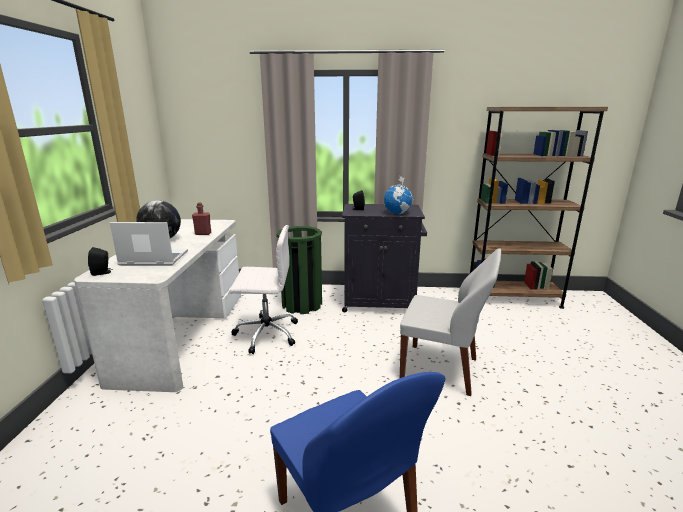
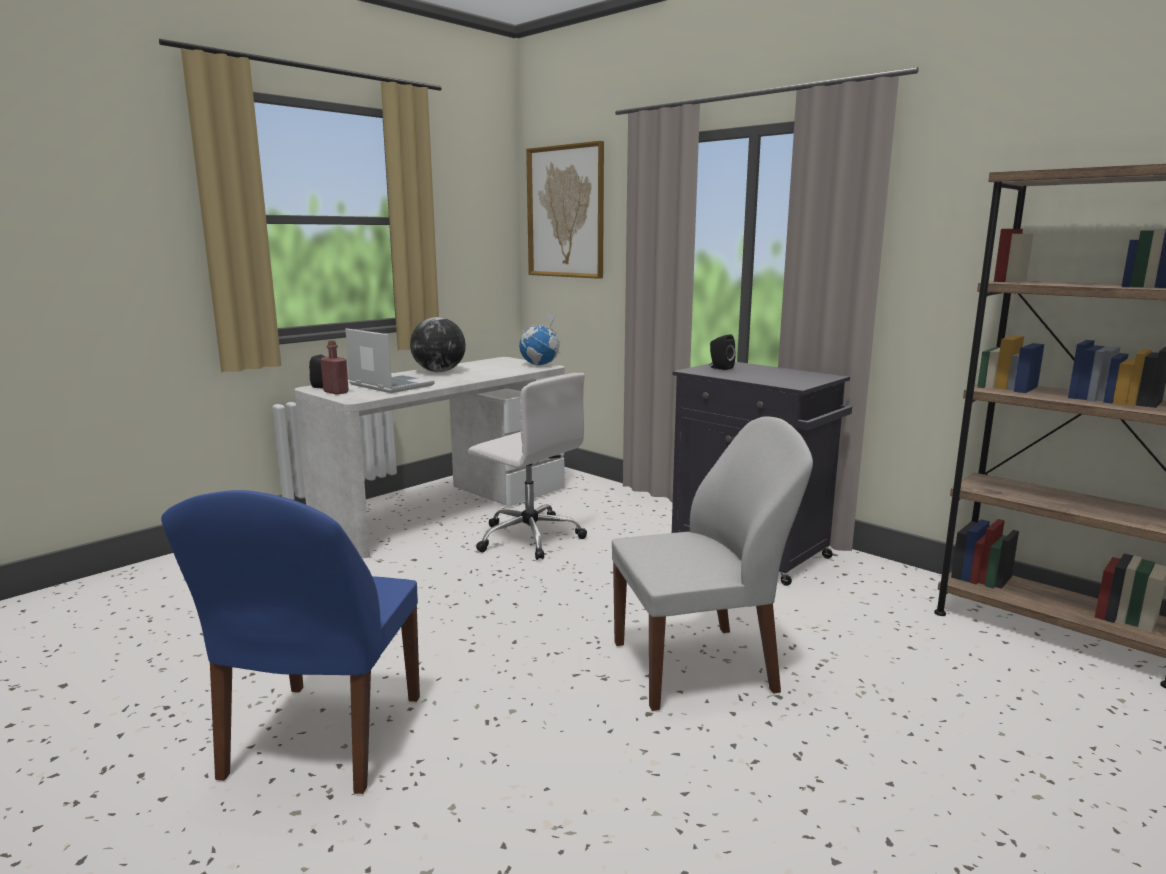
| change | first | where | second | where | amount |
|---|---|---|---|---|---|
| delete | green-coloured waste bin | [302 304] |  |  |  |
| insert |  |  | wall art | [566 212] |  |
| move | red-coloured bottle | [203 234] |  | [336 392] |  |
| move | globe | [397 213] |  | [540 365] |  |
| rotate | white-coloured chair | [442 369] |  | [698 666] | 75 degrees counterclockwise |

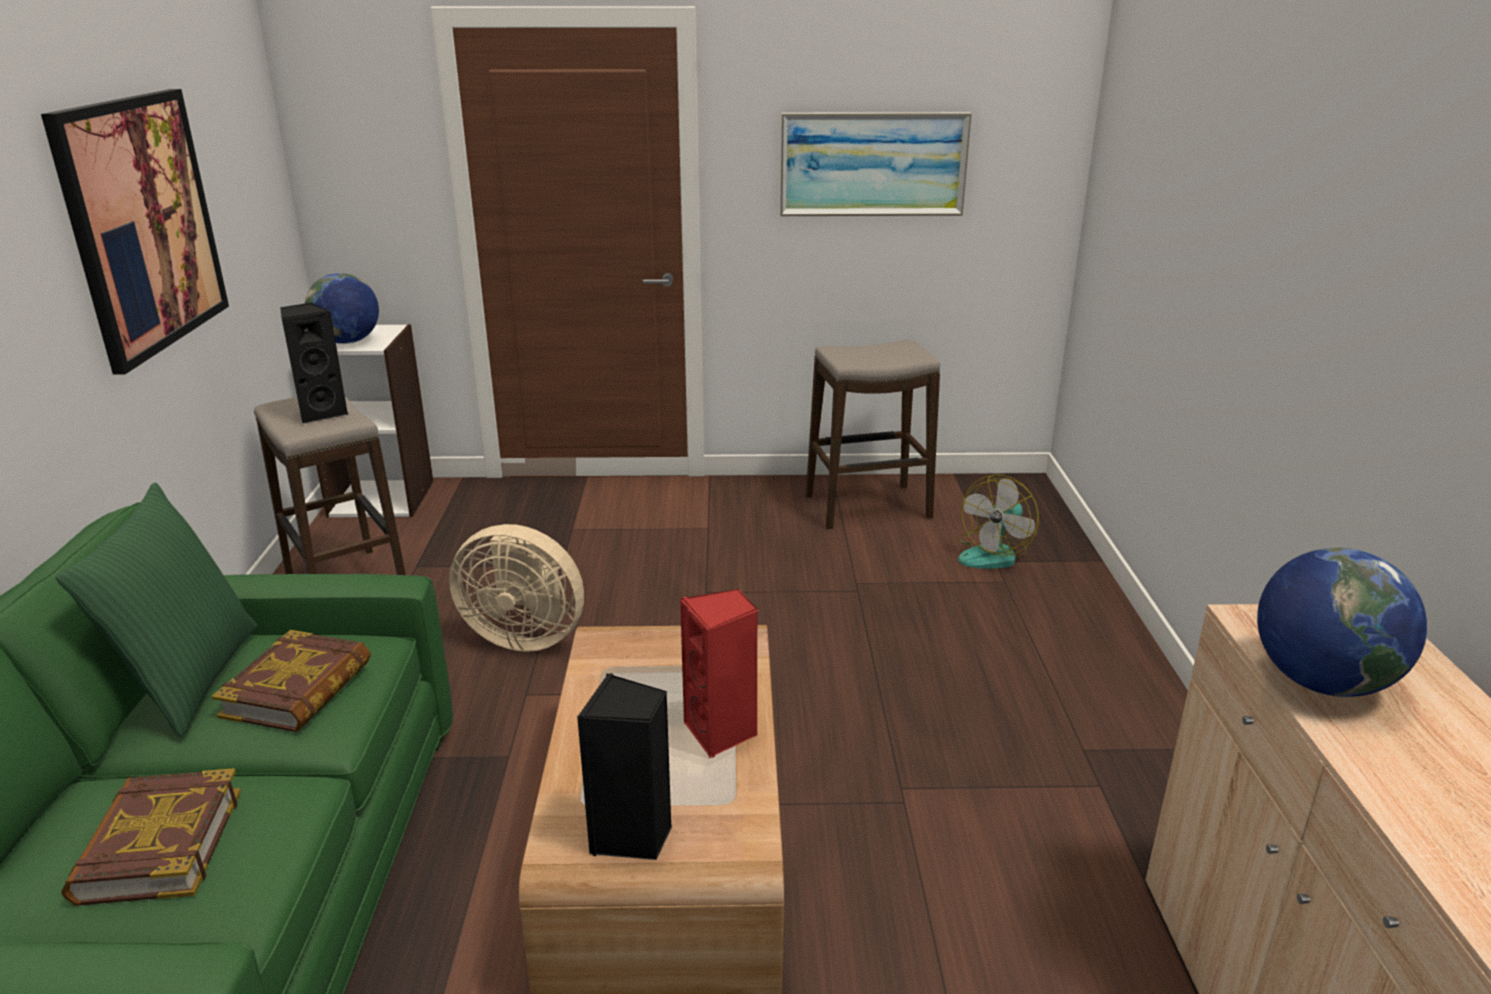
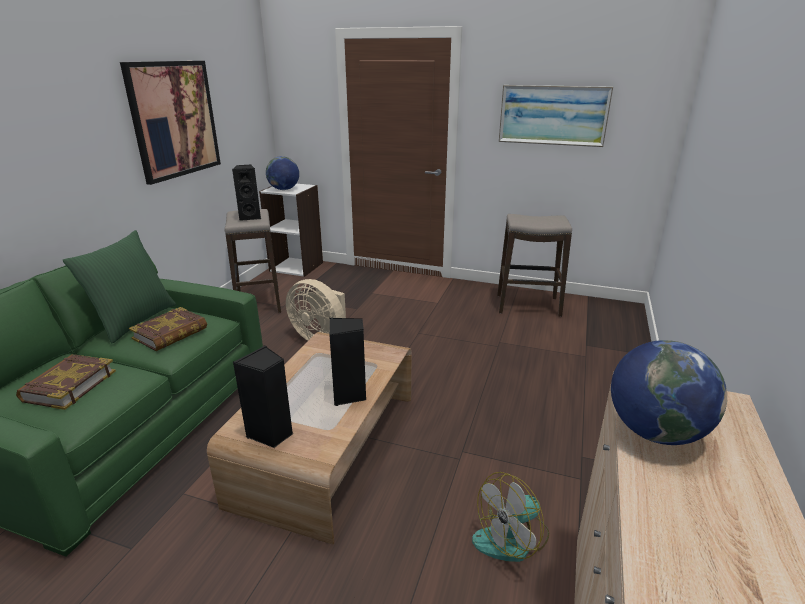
| change | first | where | second | where | amount |
|---|---|---|---|---|---|
| move | fan | [994 554] |  | [512 538] |  |
| recolor | red-coloured speaker | [722 733] | blackish speaker | [349 395] |  |

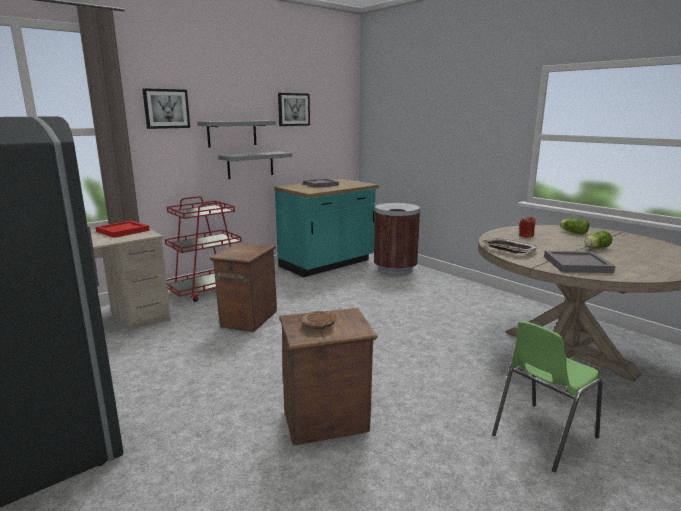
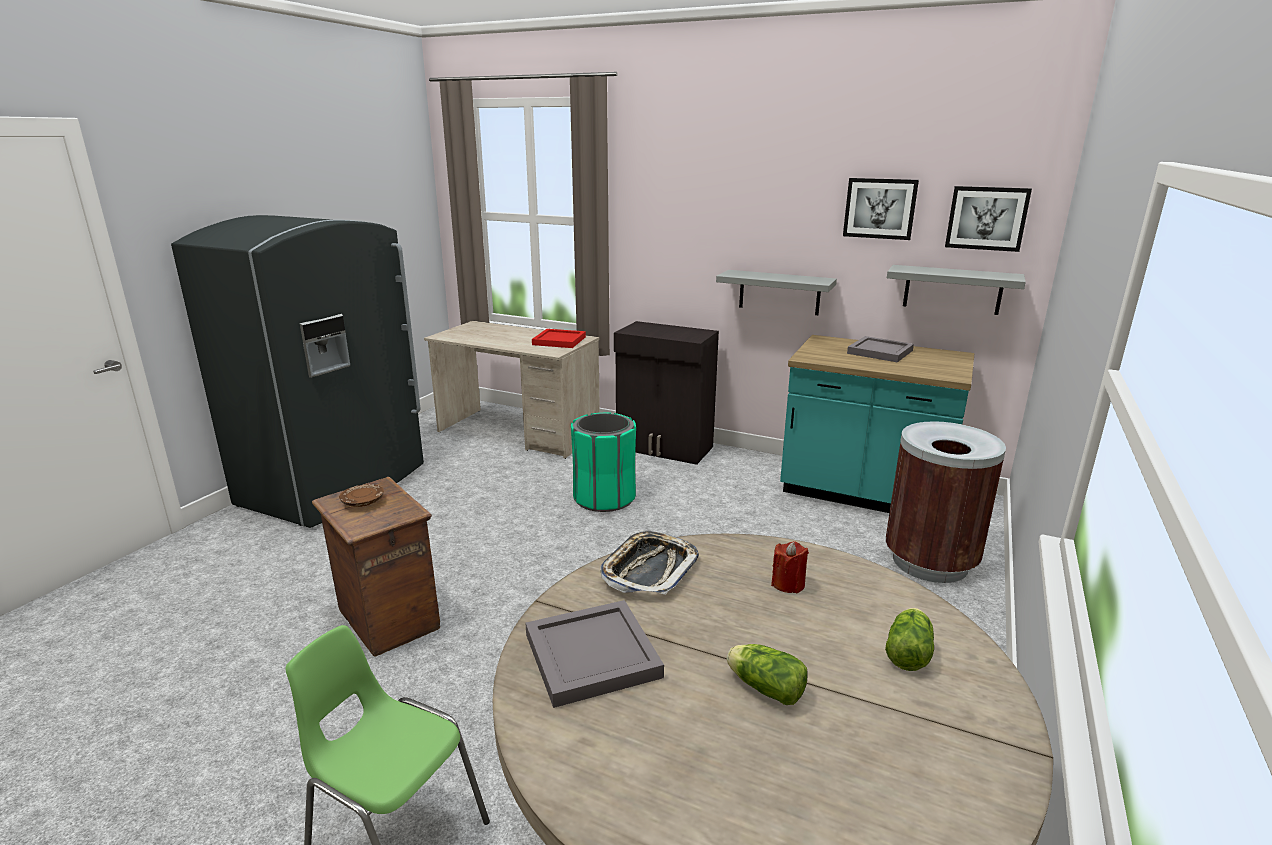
| change | first | where | second | where | amount |
|---|---|---|---|---|---|
| move | wall art | [166 108] |  | [986 218] |  |
| move | grey shelf | [232 133] |  | [952 289] |  |
| replace | red-coloured wheeled cart | [208 290] | blackish cabinet | [664 448] |  |
| replace | packing crate | [248 319] | green-coloured waste bin | [604 498] |  |

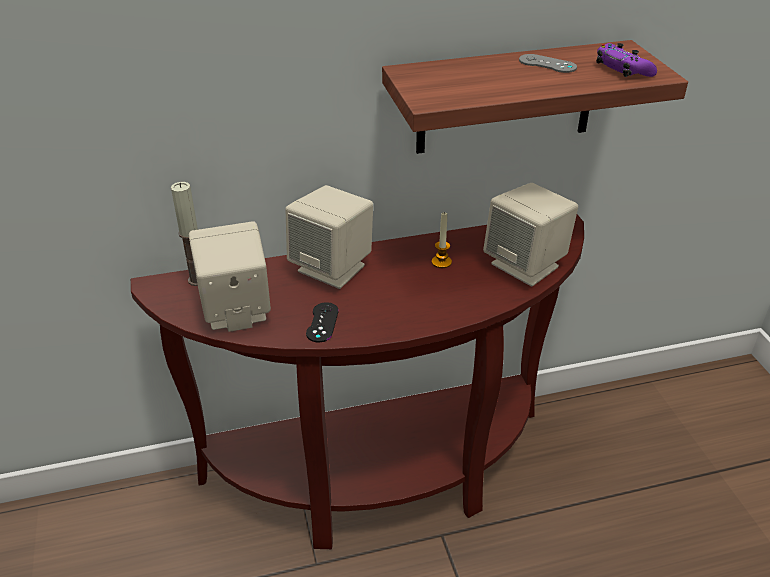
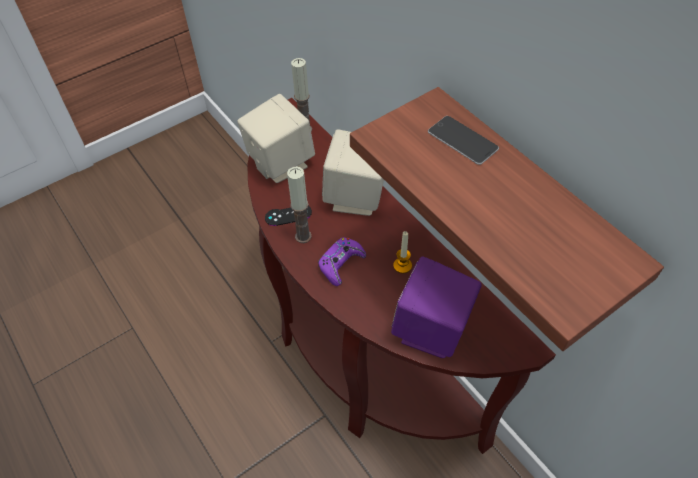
| change | first | where | second | where | amount |
|---|---|---|---|---|---|
| delete | grey joypad | [547 64] |  |  |  |
| insert |  |  | wax candle | [303 236] |  |
| insert |  |  | handset | [462 140] |  |
| move | purple joypad | [623 69] |  | [341 264] |  |
| recolor | beige speaker | [526 265] | purple speaker | [432 331] |  |

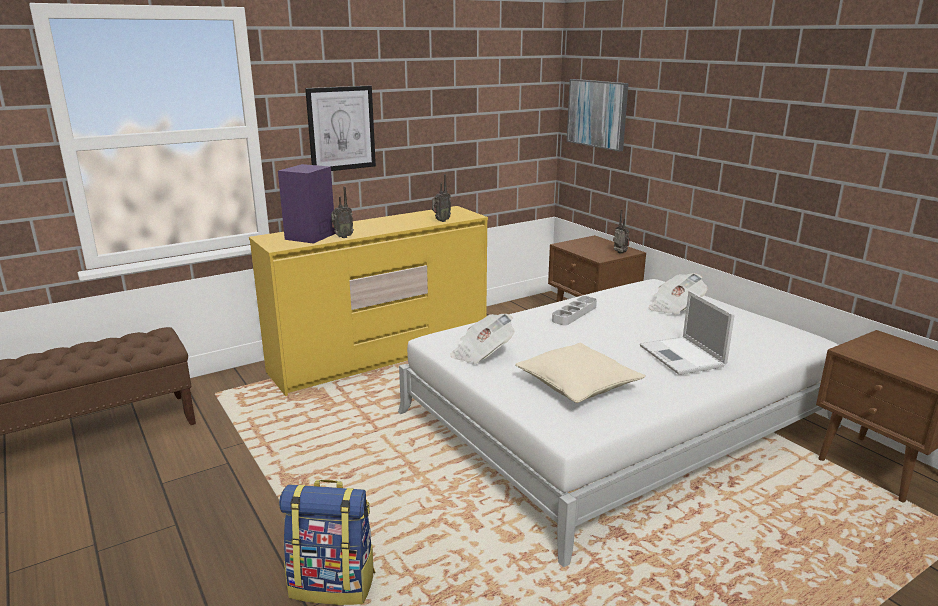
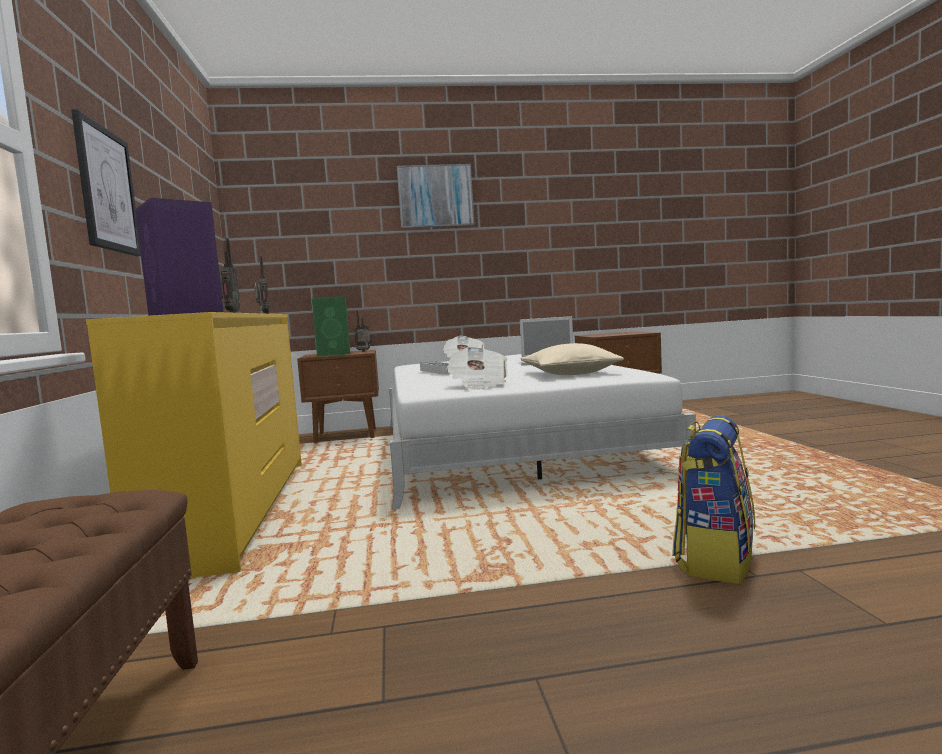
| change | first | where | second | where | amount |
|---|---|---|---|---|---|
| insert |  |  | green-coloured speaker | [334 354] |  |
| move | wall art | [597 114] |  | [435 196] |  |

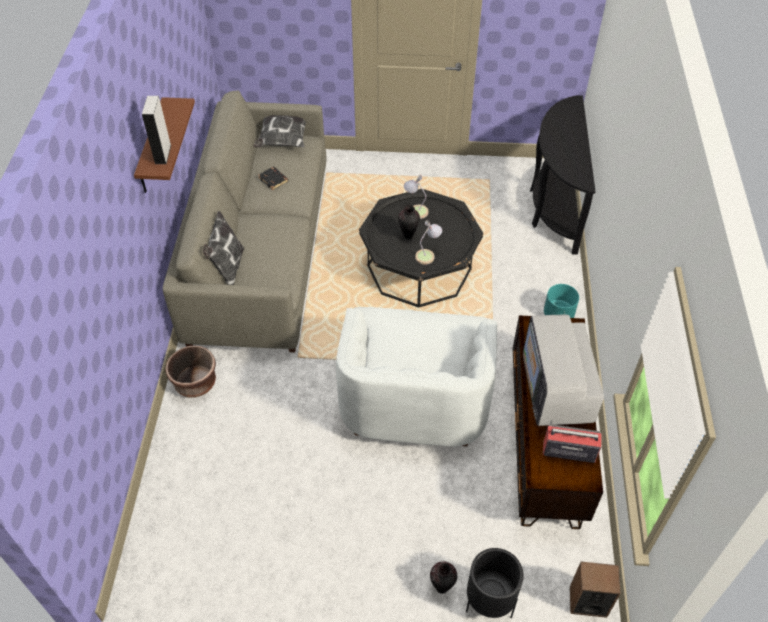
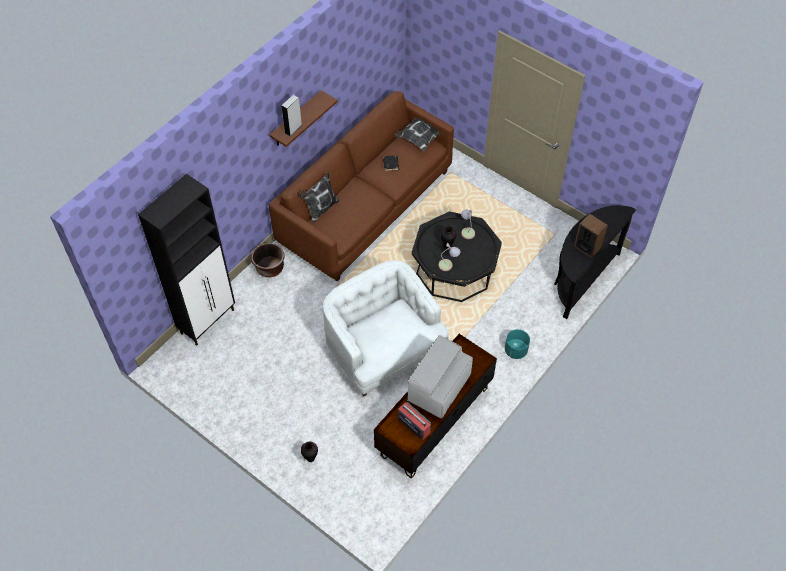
| change | first | where | second | where | amount |
|---|---|---|---|---|---|
| delete | blackish planter | [489 602] |  |  |  |
| insert |  |  | blackish cabinet | [208 321] |  |
| move | speaker | [588 601] |  | [587 247] |  |
| recolor | grey couch | [261 254] | brownish couch | [366 207] |  |
| rotate | white-coloured armchair | [415 397] |  | [383 349] | 105 degrees clockwise |

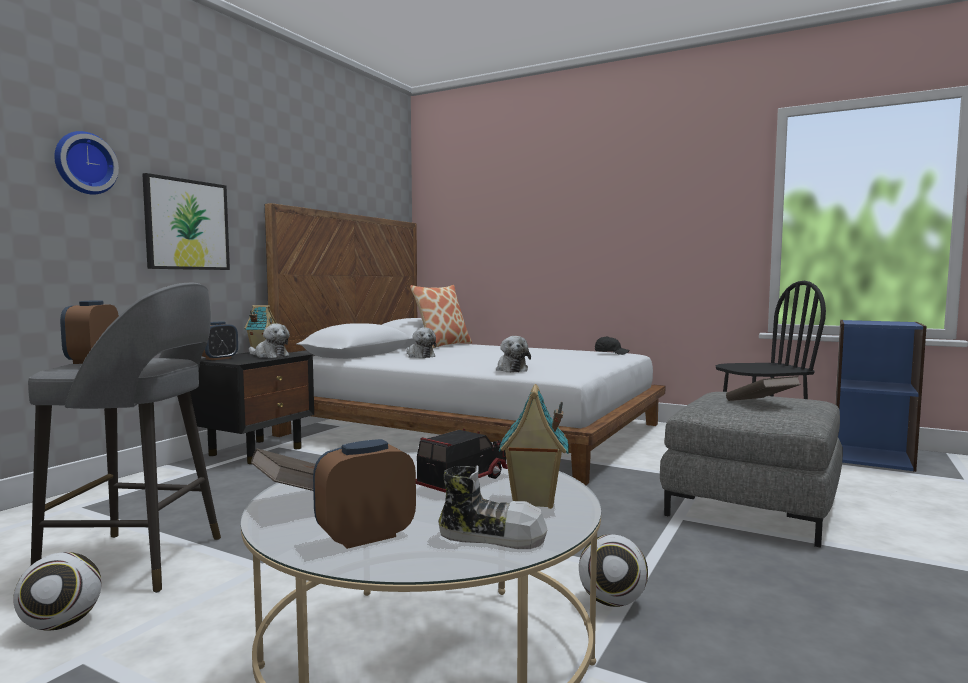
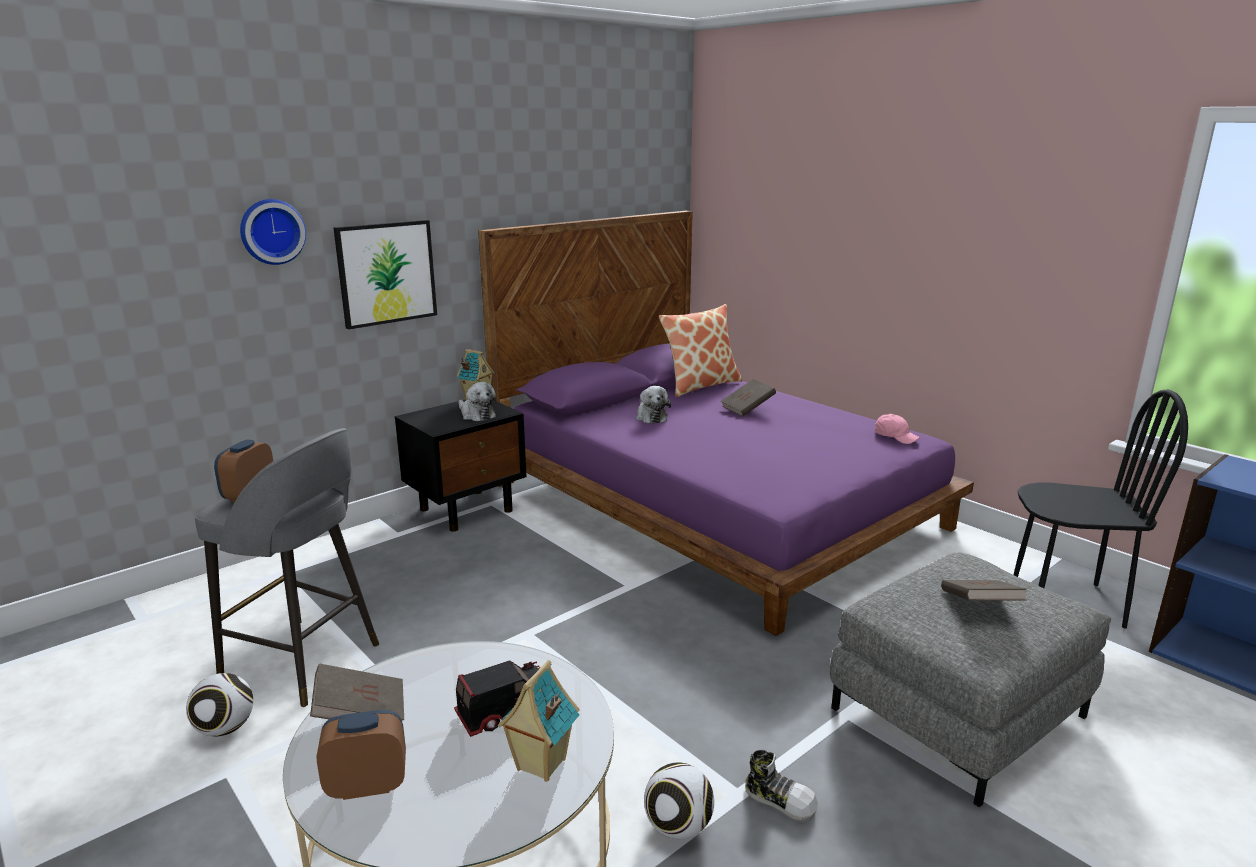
| change | first | where | second | where | amount |
|---|---|---|---|---|---|
| delete | bedside clock | [218 358] |  |  |  |
| delete | plush toy | [511 369] |  |  |  |
| insert |  |  | brownish book | [747 408] |  |
| move | shoe | [492 536] |  | [780 800] |  |
| recolor | white-coloured bedroom bed | [476 429] | purple bedroom bed | [716 504] |  |
| recolor | blackish cap | [611 353] | pinkish cap | [895 437] |  |

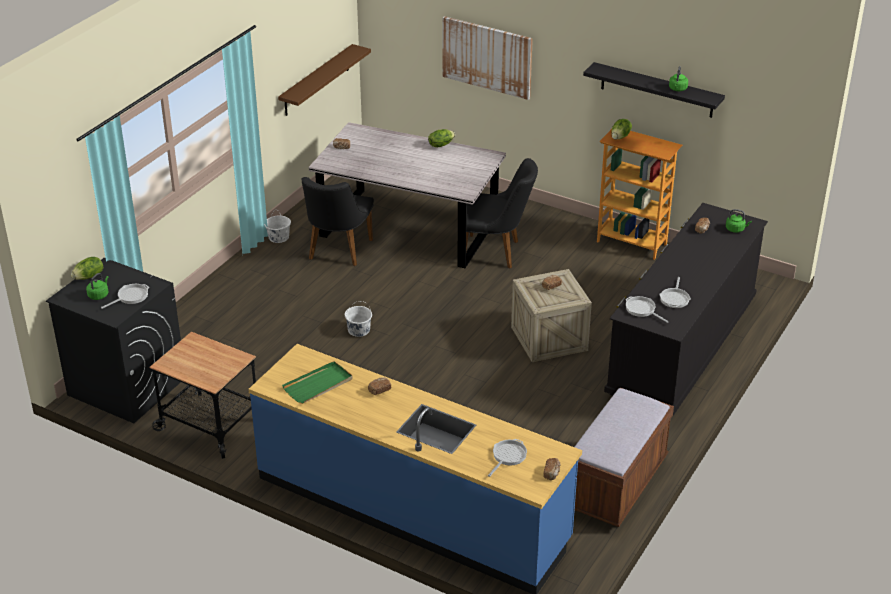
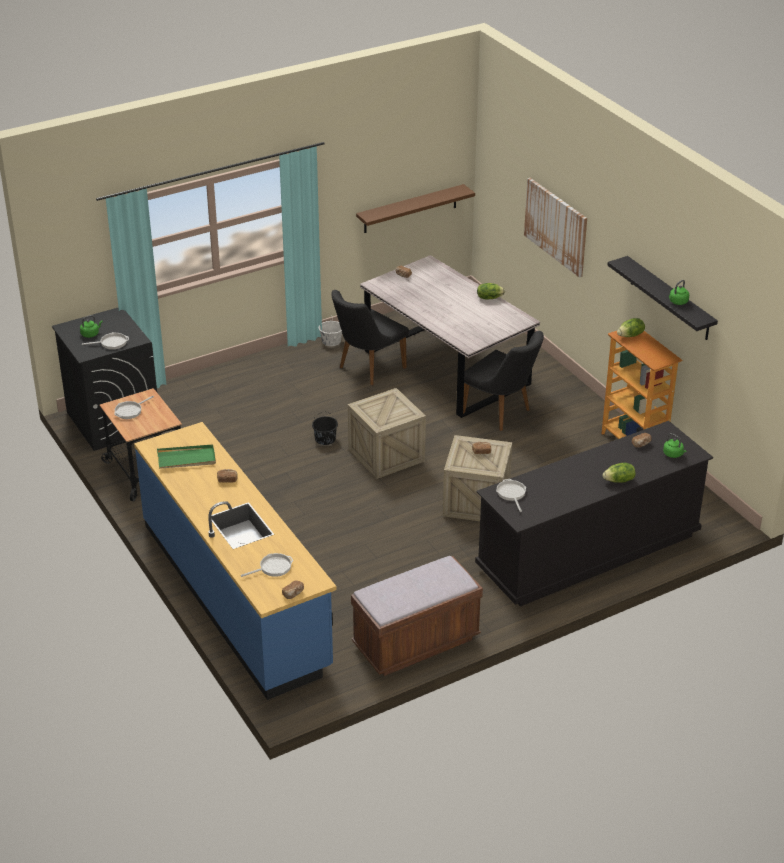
| change | first | where | second | where | amount |
|---|---|---|---|---|---|
| insert |  |  | packing crate | [386 455] |  |
| move | lettuce | [89 277] |  | [619 481] |  |
| move | pan | [675 298] |  | [130 411] |  |
| recolor | white-coloured water bucket | [358 330] | blackish water bucket | [325 439] |  |

